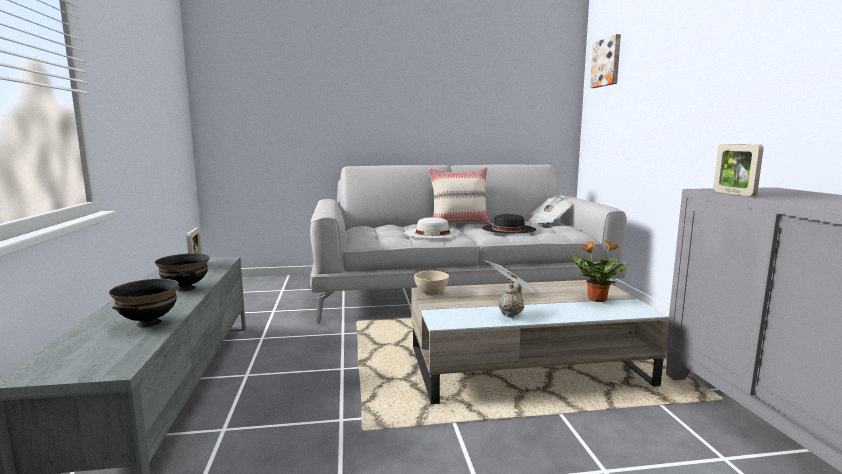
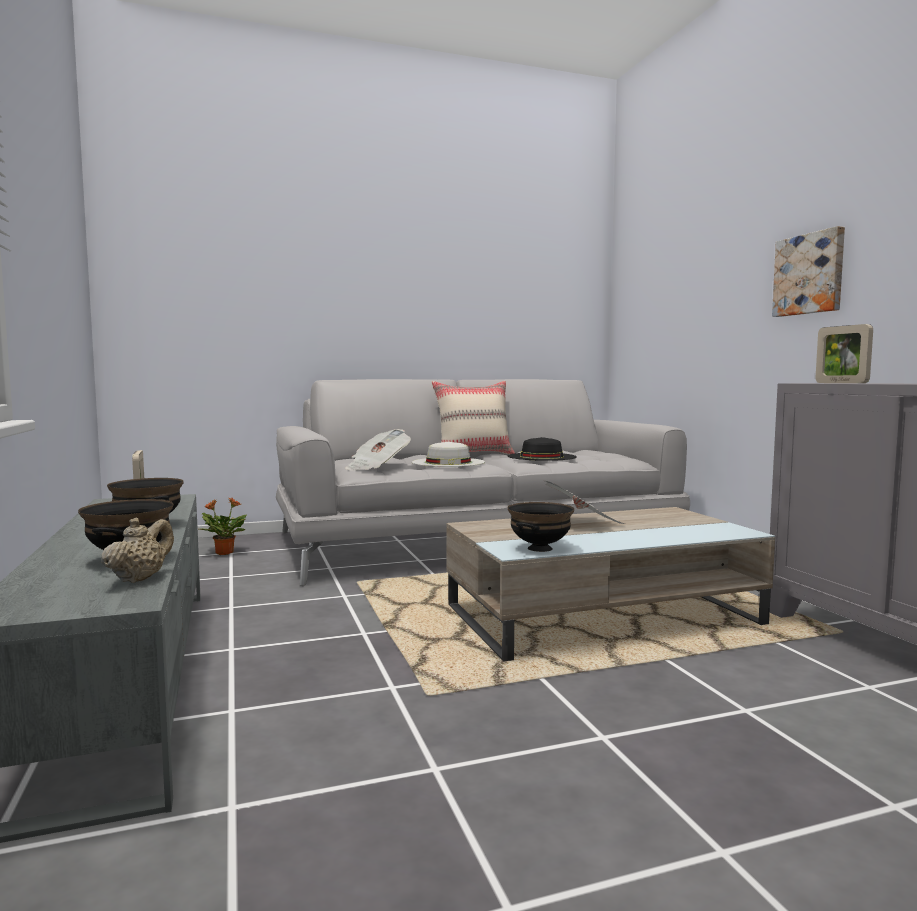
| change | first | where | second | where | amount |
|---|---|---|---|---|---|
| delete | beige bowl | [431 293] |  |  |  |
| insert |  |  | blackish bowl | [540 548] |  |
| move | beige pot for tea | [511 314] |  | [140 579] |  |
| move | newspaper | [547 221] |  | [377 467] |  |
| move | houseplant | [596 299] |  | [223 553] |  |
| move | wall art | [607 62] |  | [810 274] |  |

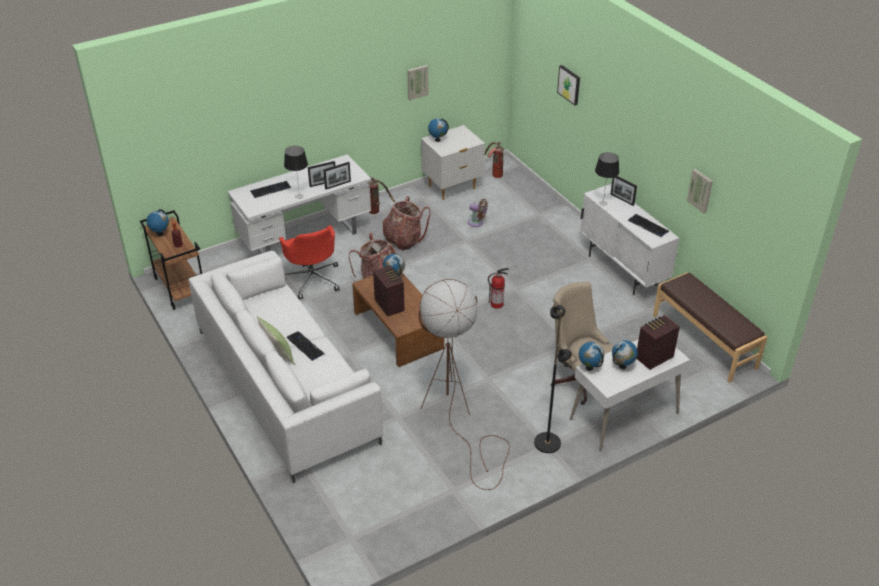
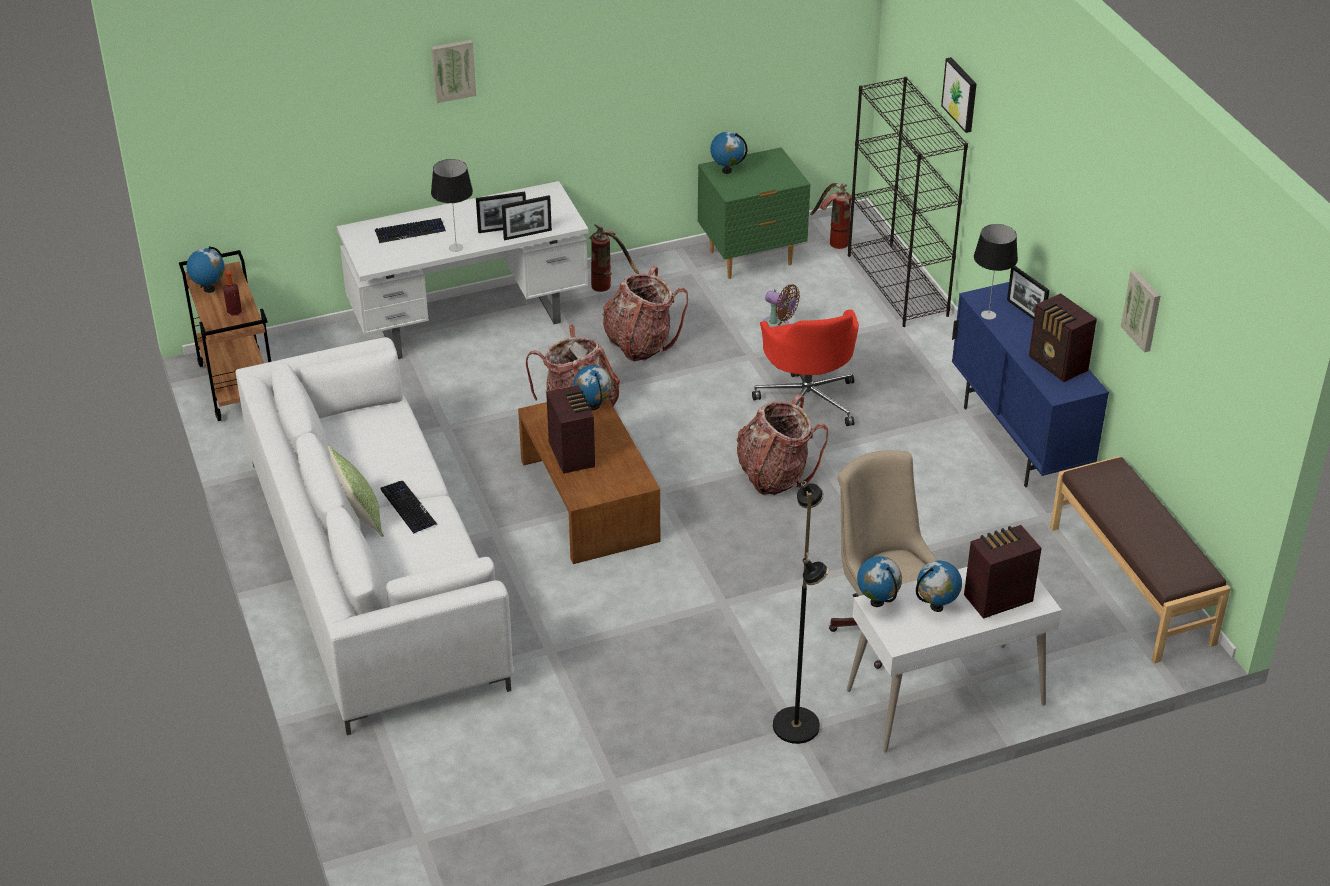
| change | first | where | second | where | amount |
|---|---|---|---|---|---|
| delete | brownish floor lamp | [457 417] |  |  |  |
| insert |  |  | blackish shelving unit | [898 285] |  |
| move | red-coloured computer chair | [312 279] |  | [807 401] |  |
| move | wall art | [417 81] |  | [453 70] |  |
| replace | fire-fighting cylinder | [497 304] | rucksack | [775 475] |  |
| replace | computer keyboard | [648 226] | radio set | [1058 365] |  |
| recolor | white-coloured night table | [452 188] | green-coloured night table | [751 258] |  |
| recolor | white-coloured cabinet | [622 270] | blue cabinet | [1018 441] |  |

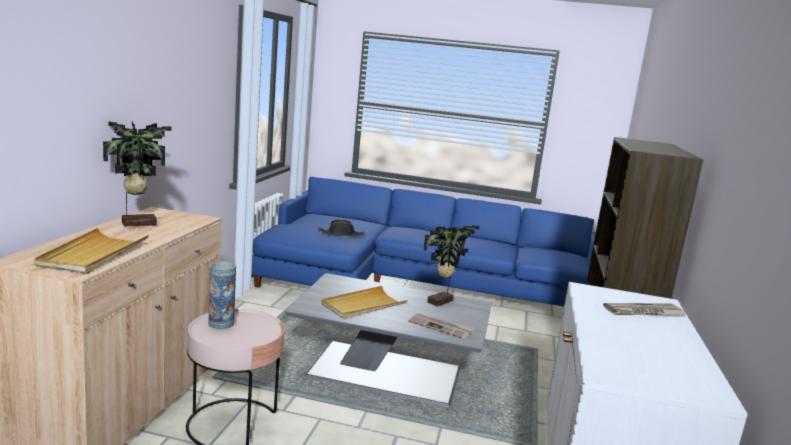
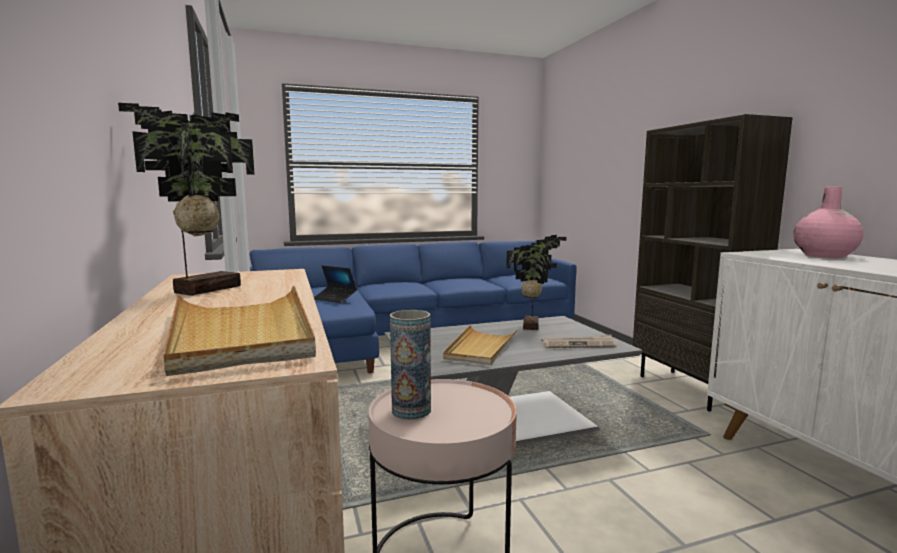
| change | first | where | second | where | amount |
|---|---|---|---|---|---|
| replace | blackish wearable hat | [341 234] | portable computer | [335 298] |  |
| replace | newspaper | [643 312] | pinkish vase | [824 256] |  |

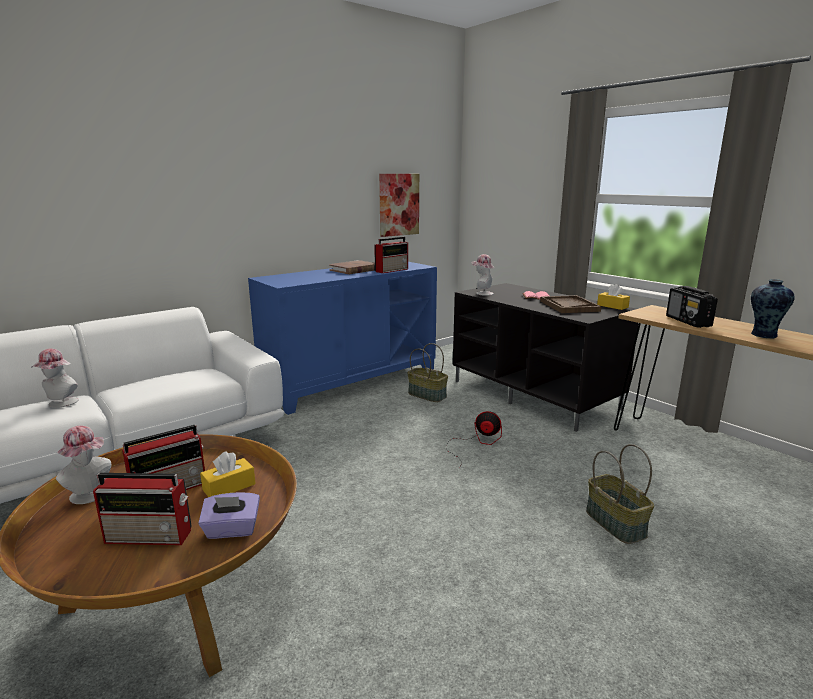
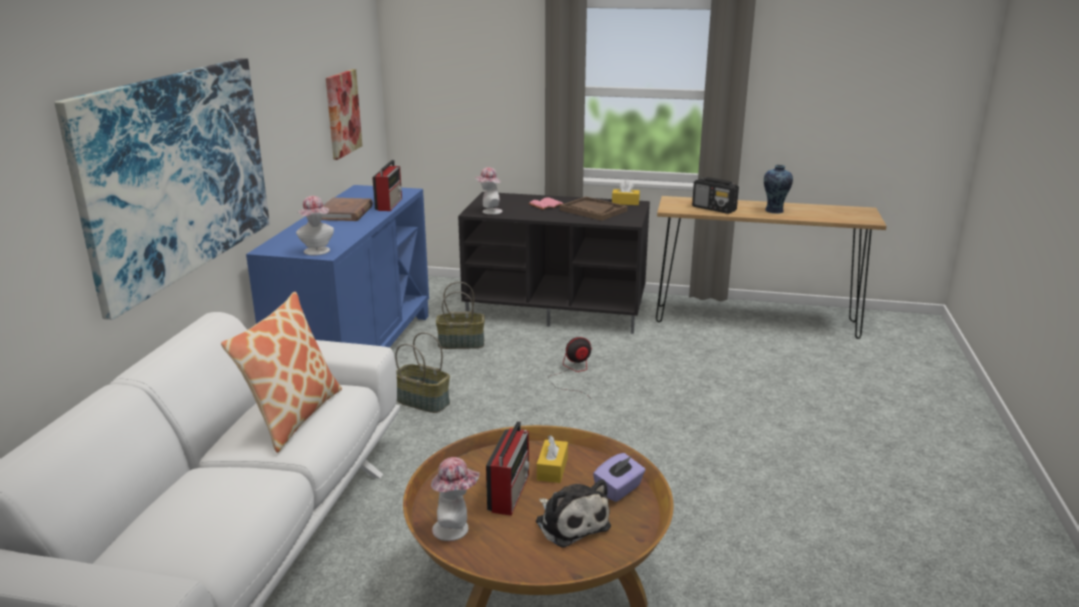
| change | first | where | second | where | amount |
|---|---|---|---|---|---|
| insert |  |  | wall art | [178 174] |  |
| insert |  |  | cushion | [292 416] |  |
| move | wearable hat | [60 403] |  | [318 252] |  |
| move | storage basket | [616 523] |  | [424 402] |  |
| replace | radio set | [151 536] | plush toy | [570 522] |  |

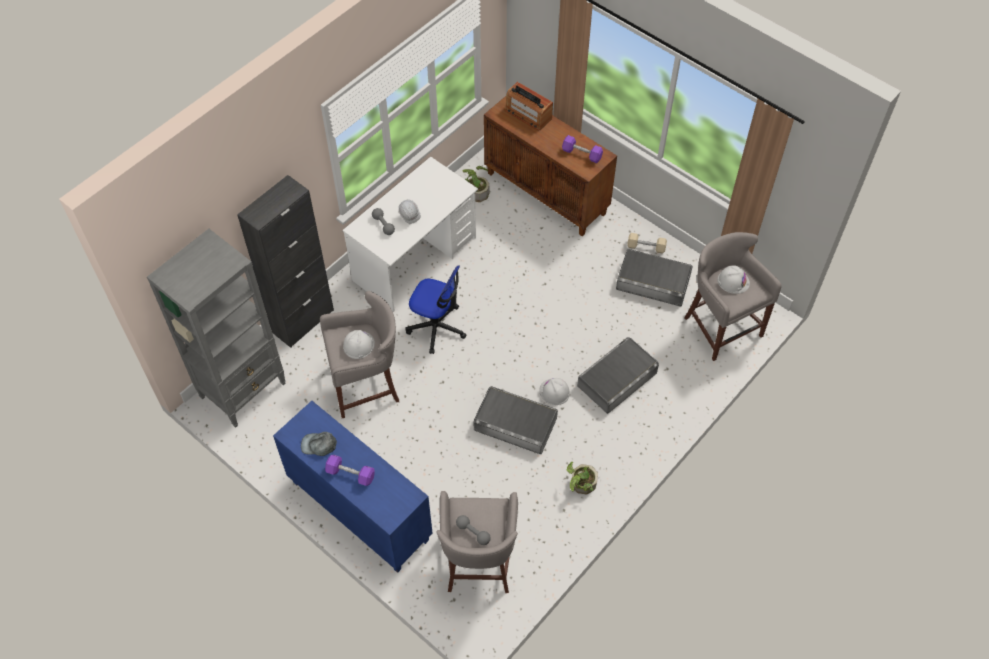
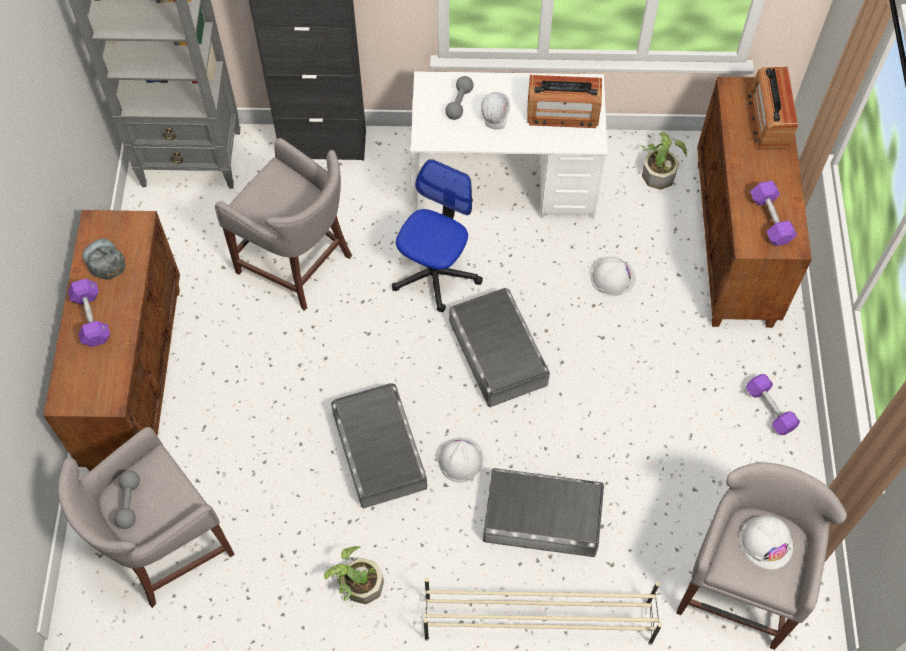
| change | first | where | second | where | amount |
|---|---|---|---|---|---|
| insert |  |  | beige shoe stand | [537 620] |  |
| insert |  |  | radio set | [562 113] |  |
| move | white-coloured work helmet | [358 345] |  | [612 277] |  |
| move | grey storage bin | [653 282] |  | [497 352] |  |
| recolor | blue cabinet | [358 511] | brownish cabinet | [135 376] |  |
| recolor | beige hand weight | [646 247] | purple hand weight | [770 409] |  |
| rotate | computer chair | [437 327] |  | [435 273] | 135 degrees counterclockwise |

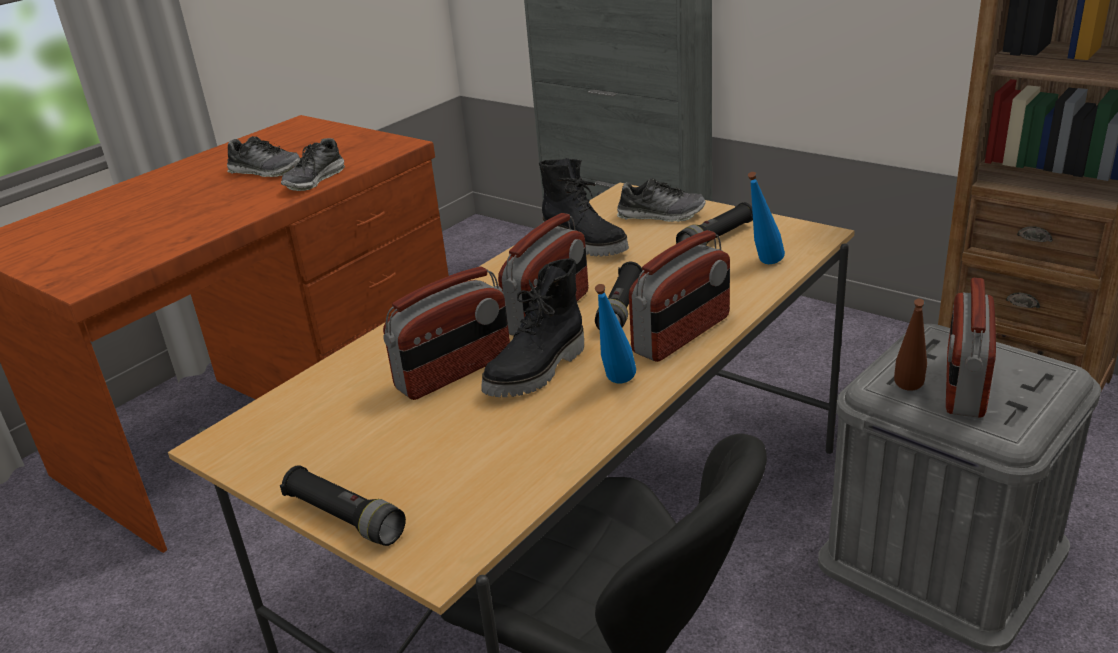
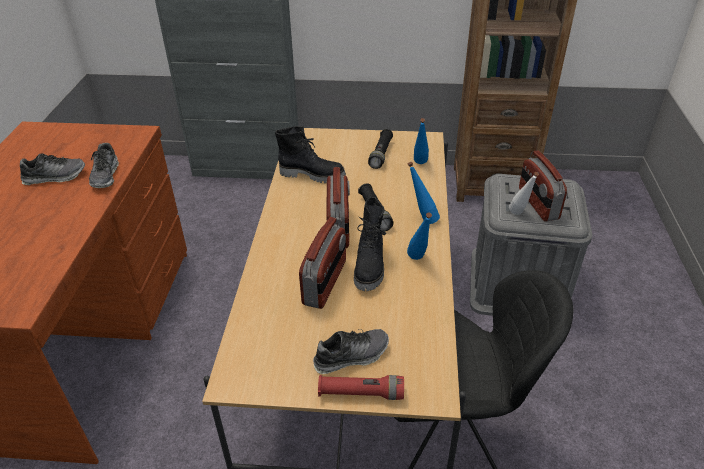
| change | first | where | second | where | amount |
|---|---|---|---|---|---|
| move | shoe | [661 215] |  | [351 356] |  |
| replace | radio set | [682 335] | blue bottle | [421 220] |  |
| recolor | blackish flashlight | [345 518] | red-coloured flashlight | [361 393] |  |
| recolor | brownish bottle | [907 392] | white-coloured bottle | [519 215] |  |

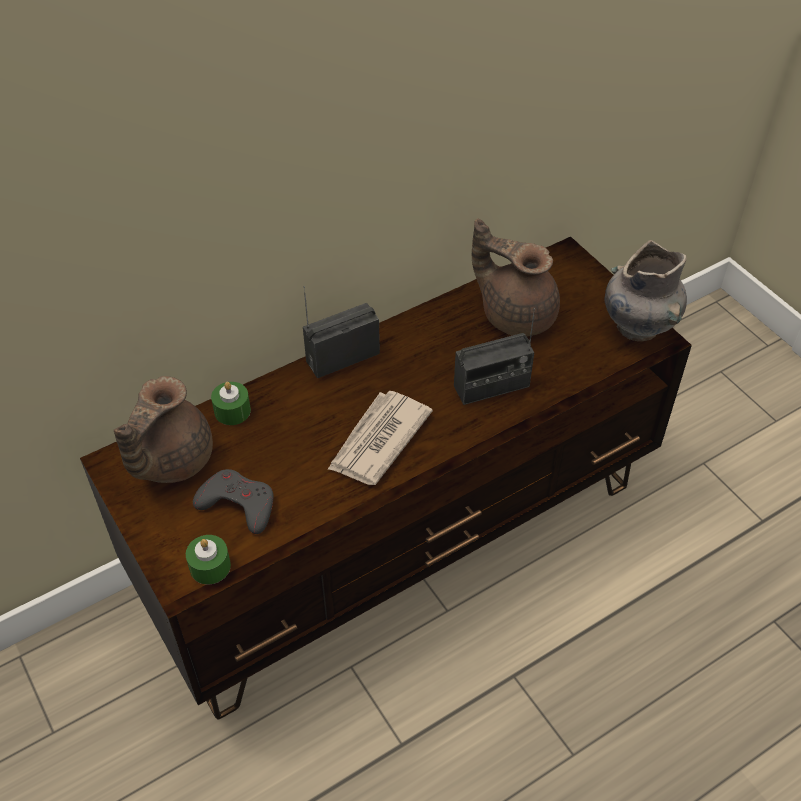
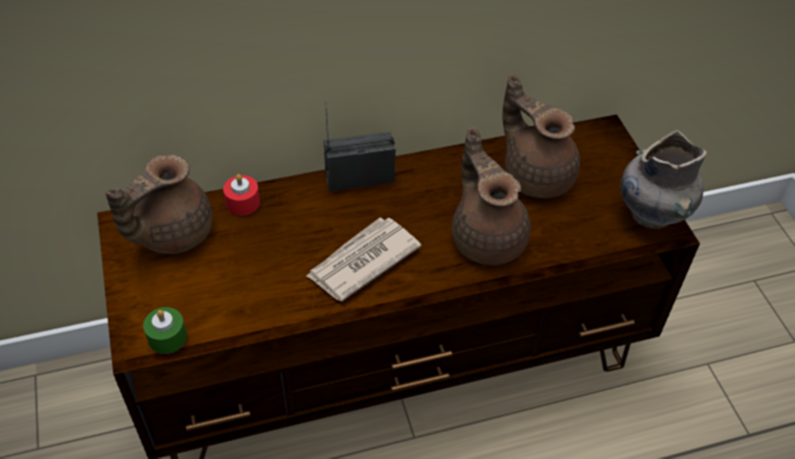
| change | first | where | second | where | amount |
|---|---|---|---|---|---|
| delete | grey joypad | [238 504] |  |  |  |
| replace | radio set | [491 386] | brownish pot for tea | [487 237] |  |
| recolor | green-coloured wax candle | [232 411] | red-coloured wax candle | [243 202] |  |

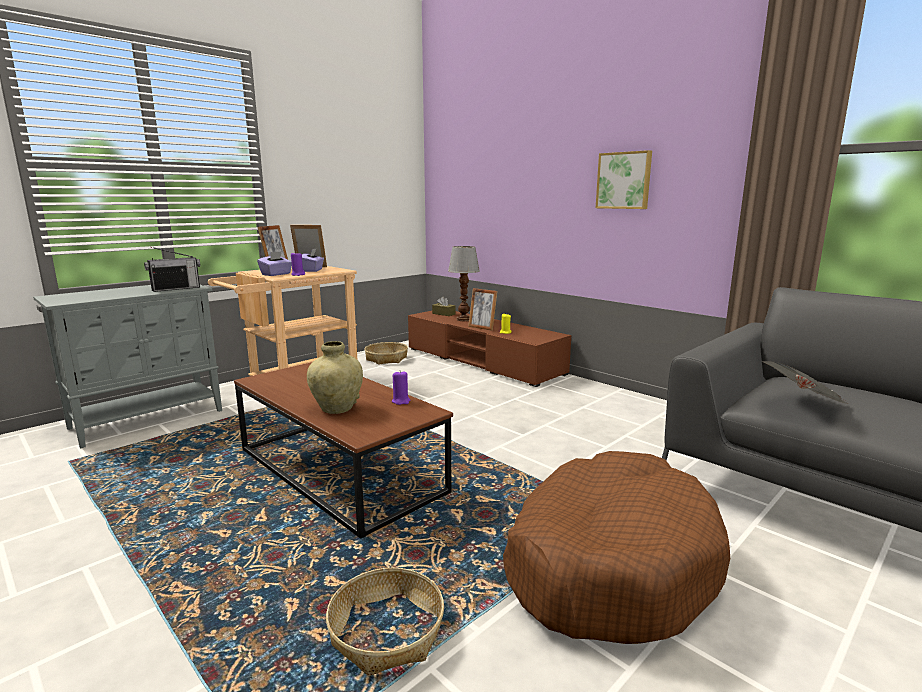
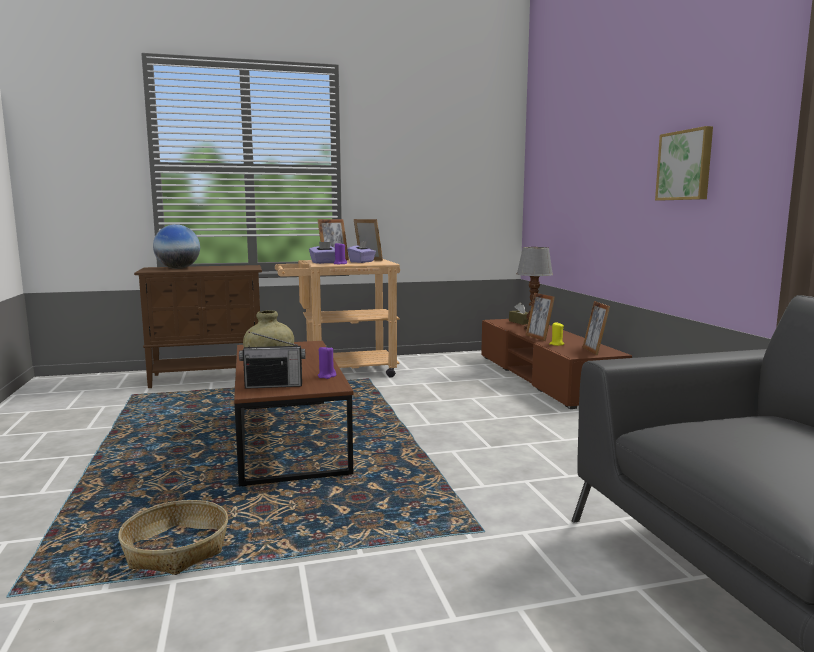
| change | first | where | second | where | amount |
|---|---|---|---|---|---|
| delete | storage basket | [386 359] |  |  |  |
| delete | brownish pet bed | [609 563] |  |  |  |
| delete | newspaper | [803 403] |  |  |  |
| insert |  |  | globe | [178 268] |  |
| insert |  |  | photo frame | [594 351] |  |
| move | radio set | [176 289] |  | [274 385] |  |
| recolor | grey cabinet | [149 419] | brownish cabinet | [209 377] |  |

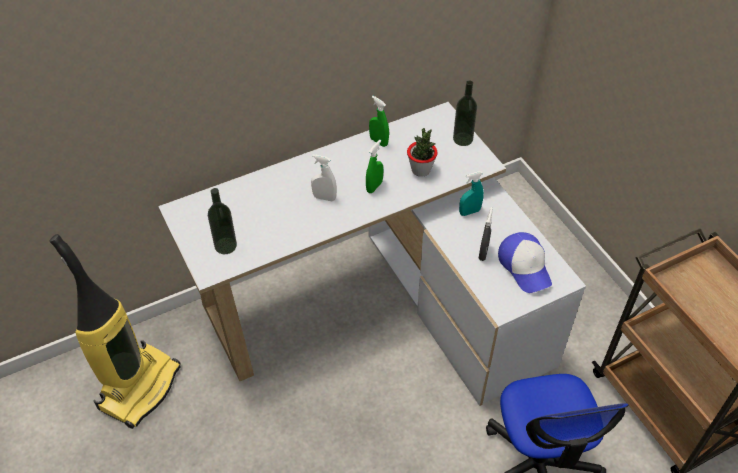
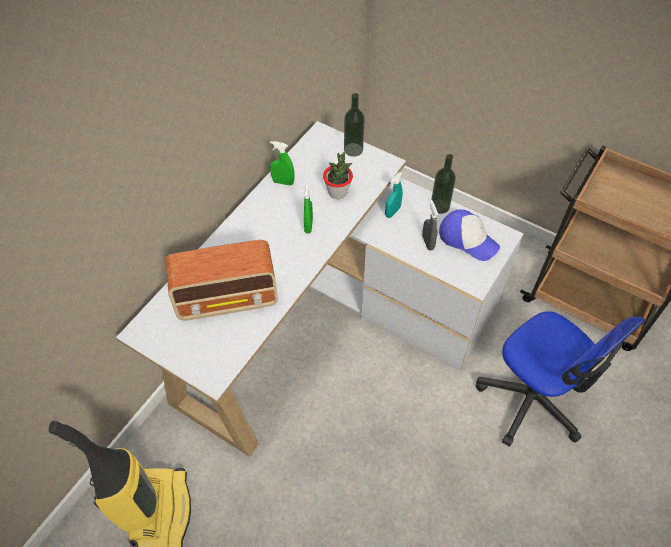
| change | first | where | second | where | amount |
|---|---|---|---|---|---|
| delete | white-coloured spray bottle | [324 198] |  |  |  |
| insert |  |  | radio set | [228 299] |  |
| move | bottle | [225 246] |  | [439 206] |  |

